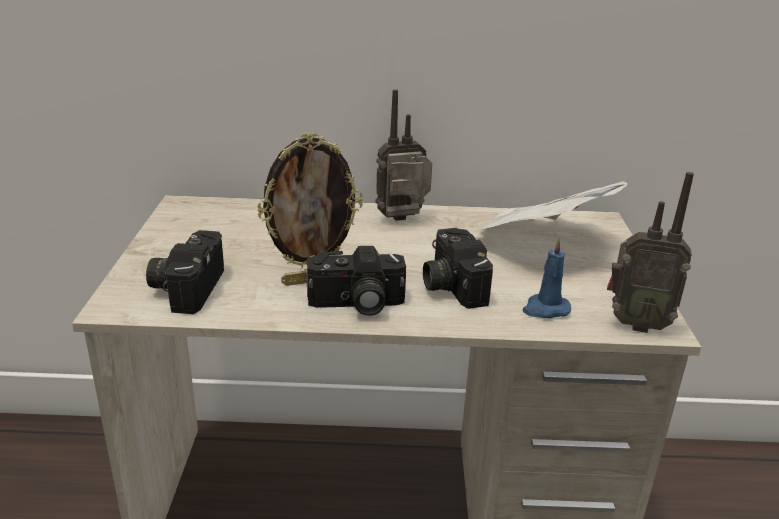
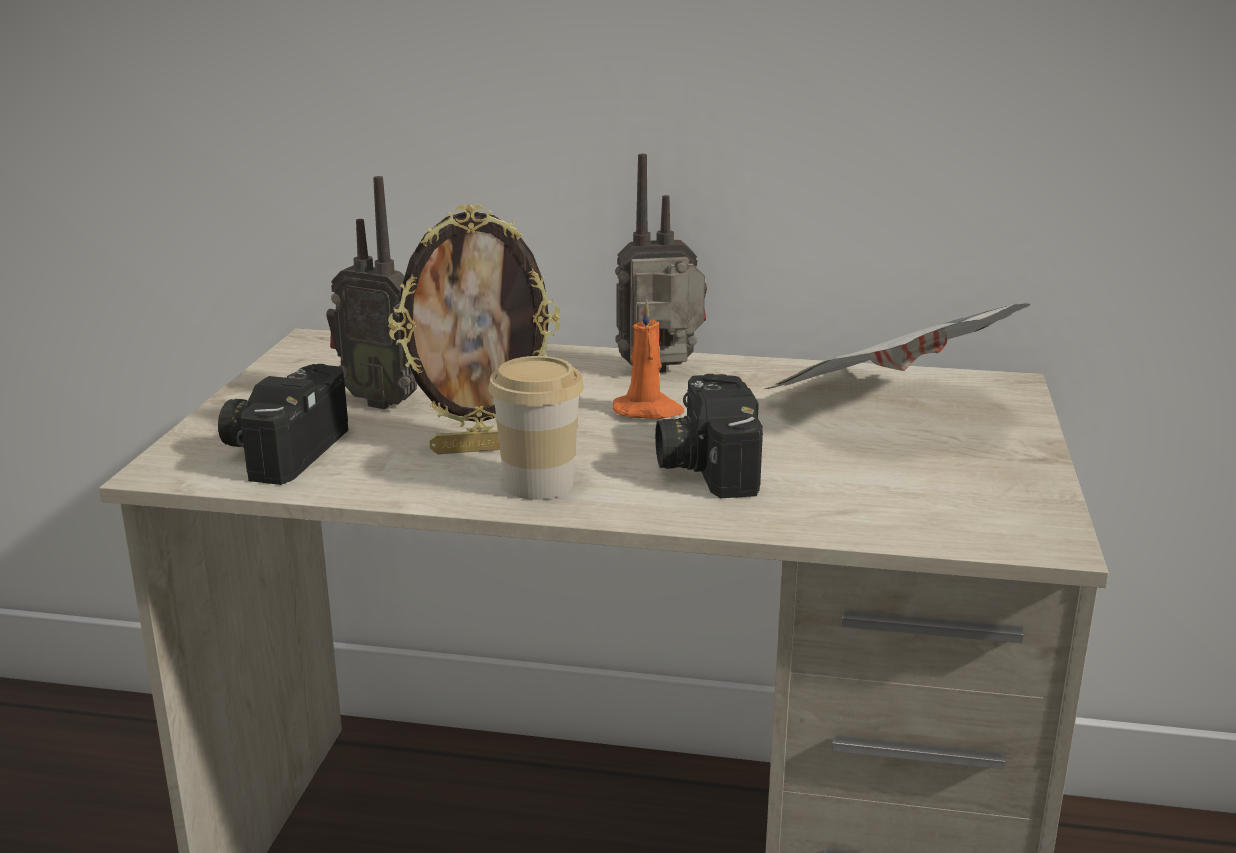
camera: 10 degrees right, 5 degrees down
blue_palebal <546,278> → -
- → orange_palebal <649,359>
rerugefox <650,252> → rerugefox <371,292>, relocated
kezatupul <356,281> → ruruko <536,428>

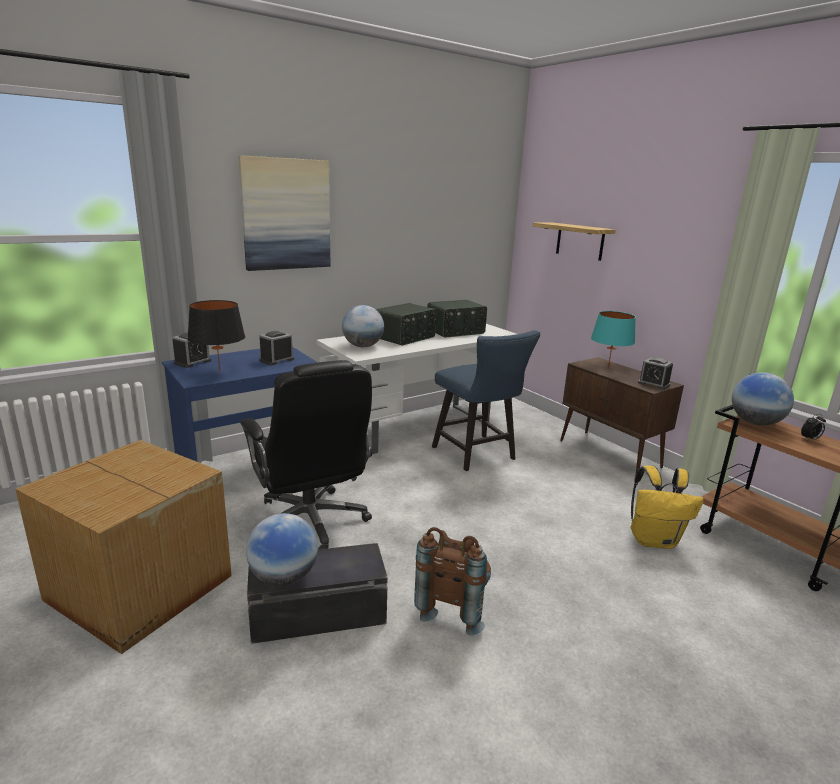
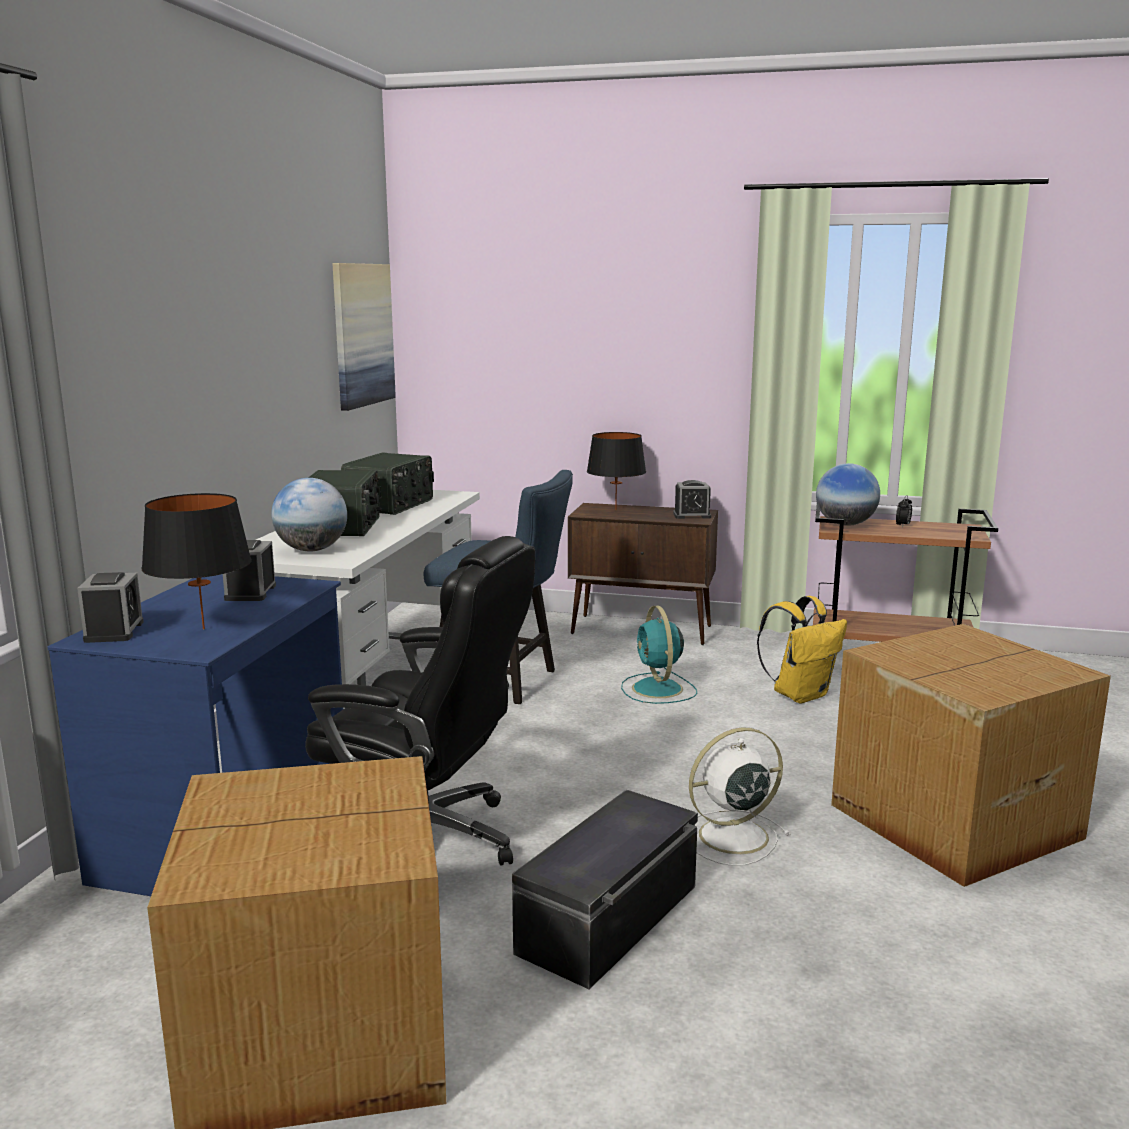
camera: 40 degrees left, 5 degrees down
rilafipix <282,549> → -
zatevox <574,241> → -
- → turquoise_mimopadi <659,655>
- → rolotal <971,755>
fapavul <284,213> → fapavul <364,337>, relocated
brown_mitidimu <452,581> → white_mimopadi <740,796>
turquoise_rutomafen <613,339> → black_rutomafen <616,471>

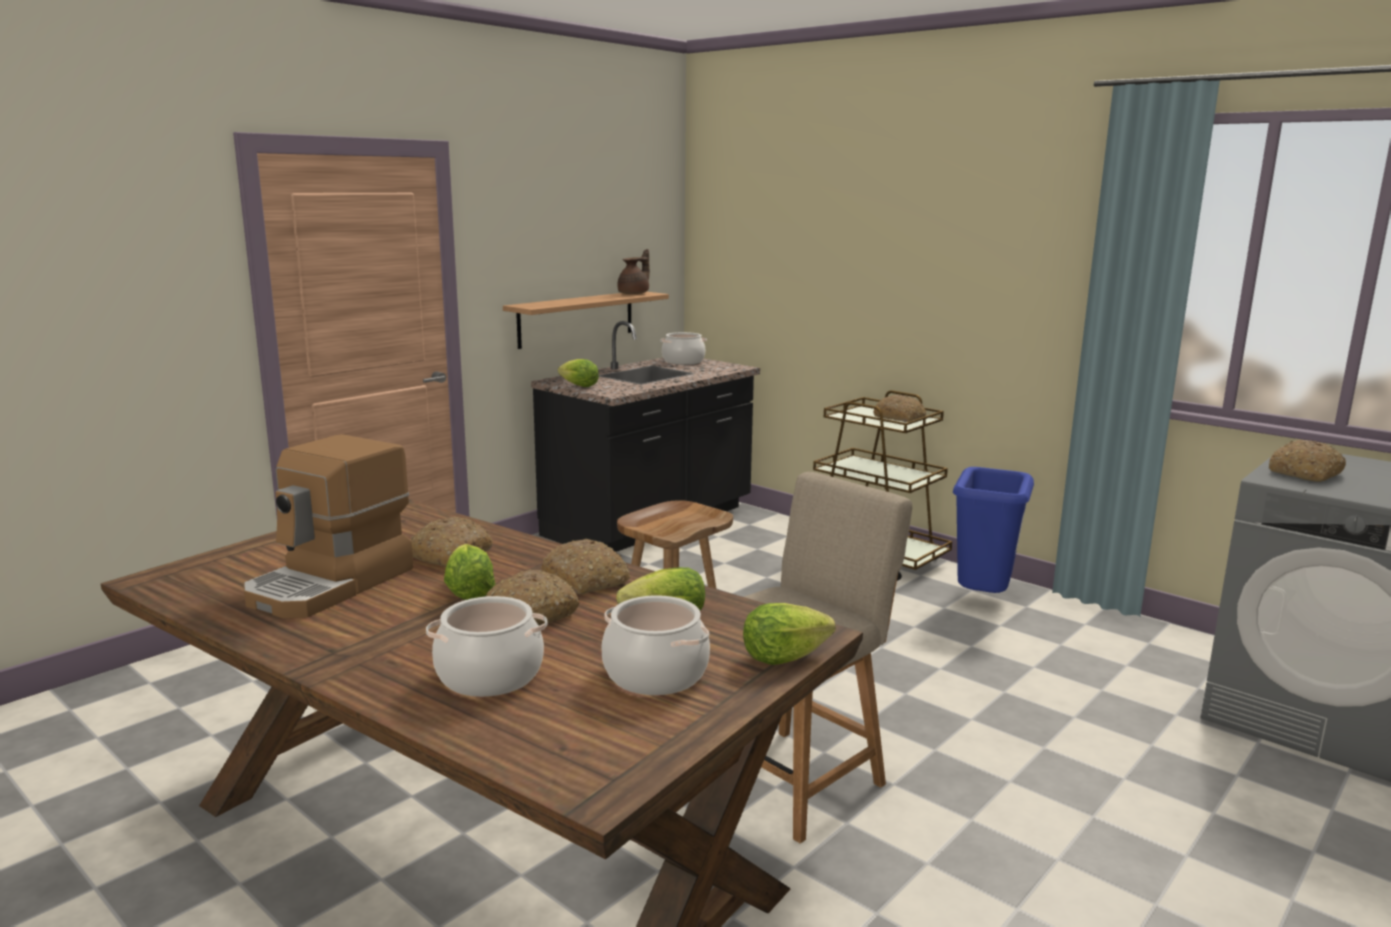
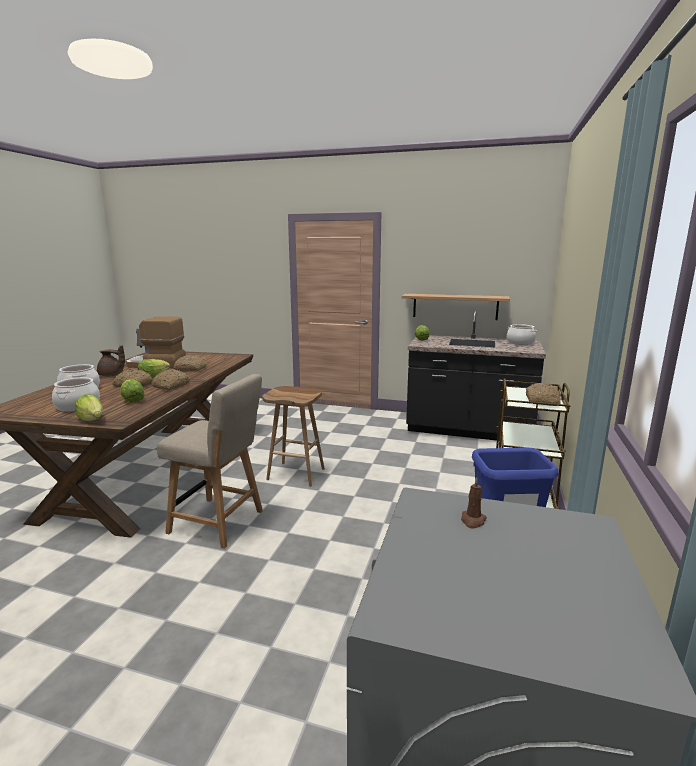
camera: 65 degrees right, 0 degrees up
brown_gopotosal <633,271> → brown_gopotosal <111,360>, relocated
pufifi <1307,461> → brown_palebal <474,503>

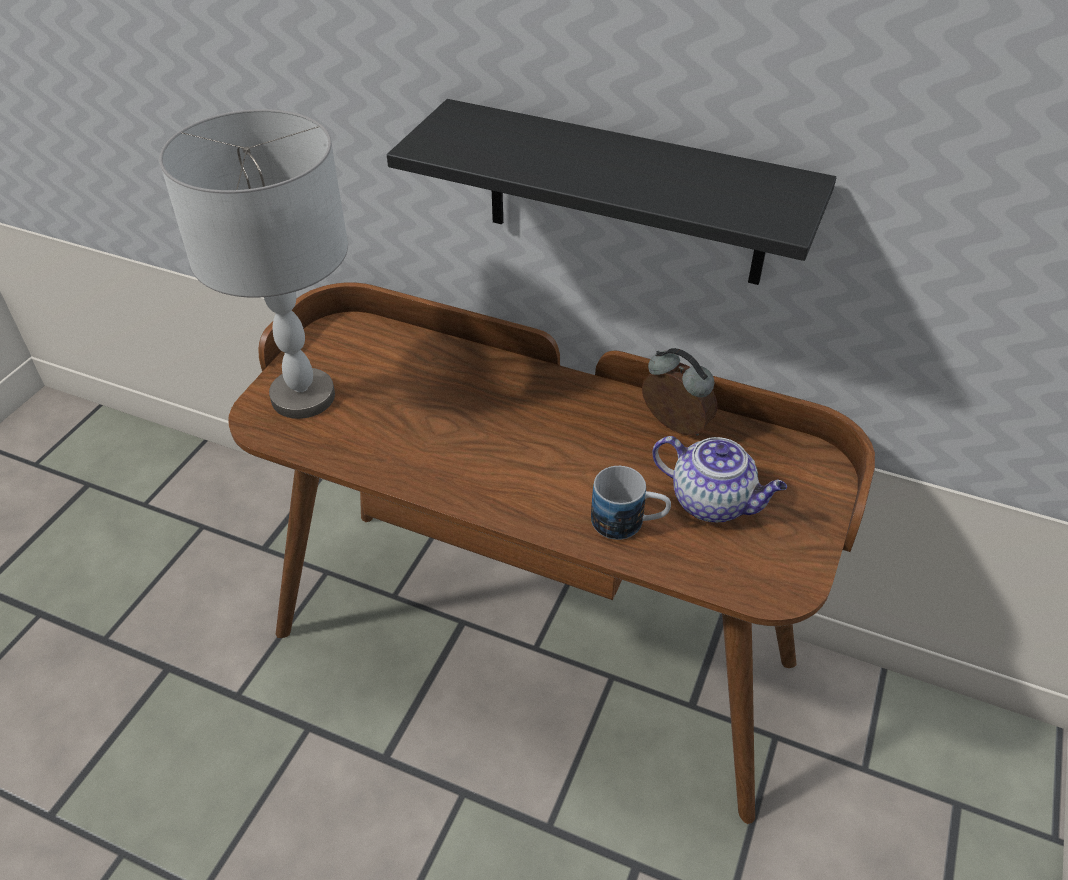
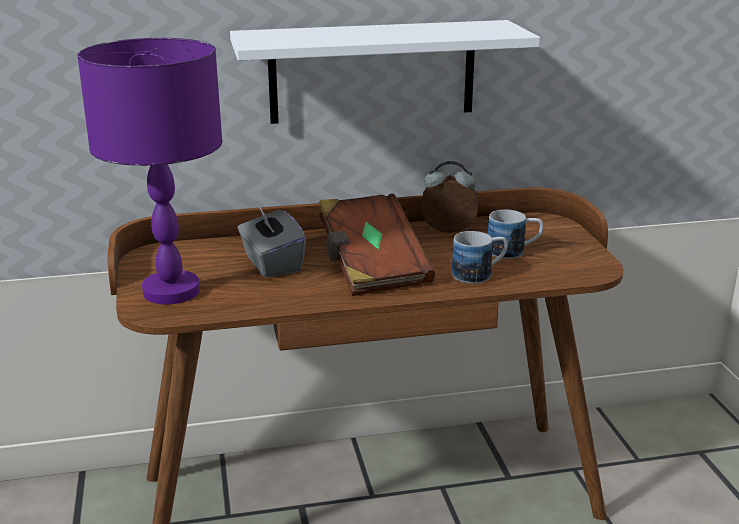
camera: 35 degrees left, 20 degrees down
- → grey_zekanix <272,241>
- → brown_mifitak <377,244>
gopotosal <719,479> → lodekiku <516,234>
grey_rutomafen <253,264> → purple_rutomafen <150,171>
black_zatevox <611,192> → white_zatevox <385,72>

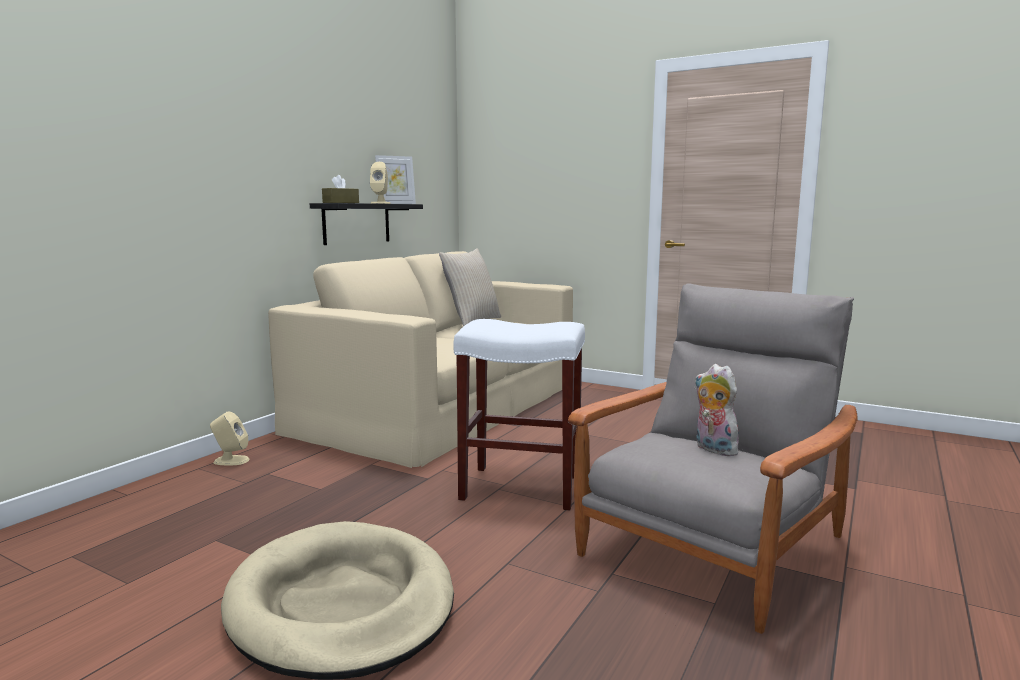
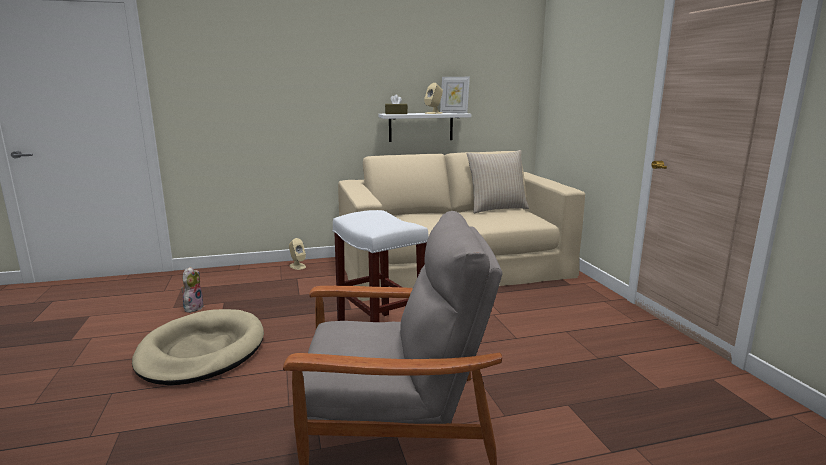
camera: 45 degrees right, 5 degrees up
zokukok <717,410> → zokukok <192,290>, relocated
black_zatevox <366,224> → white_zatevox <424,127>

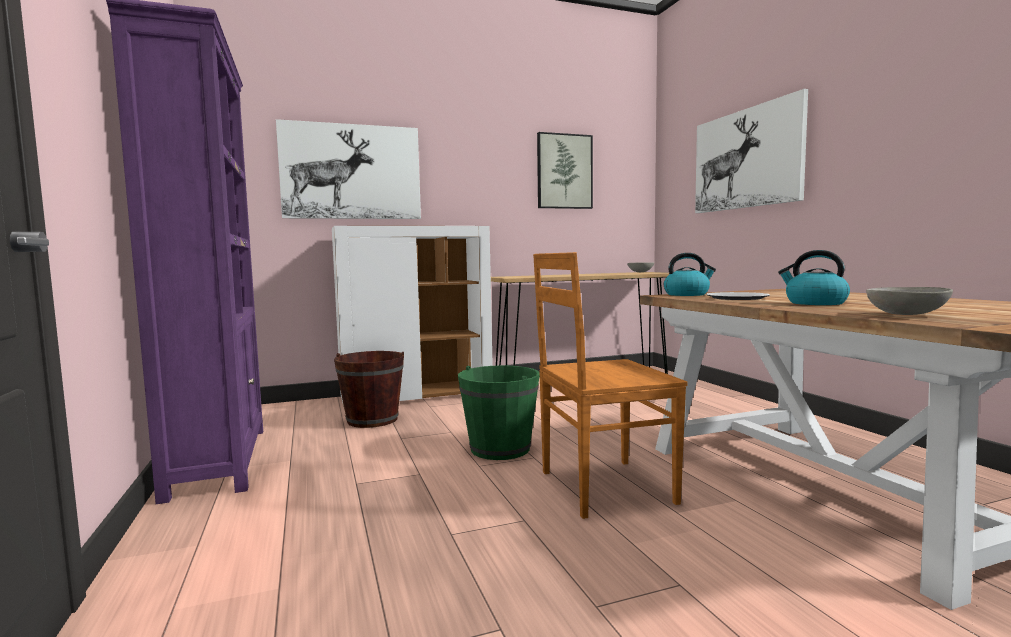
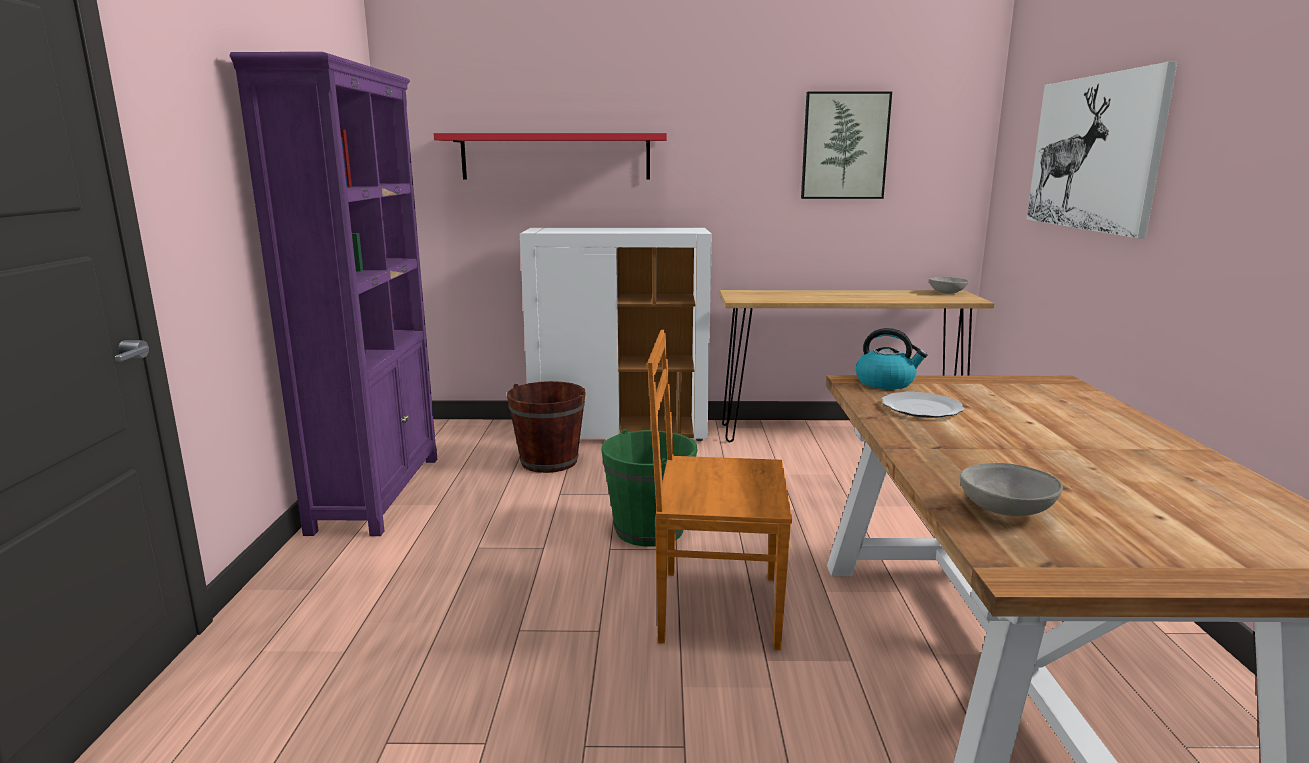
camera: 20 degrees right, 10 degrees up
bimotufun <814,277> → -
fapavul <348,169> → red_zatevox <550,156>

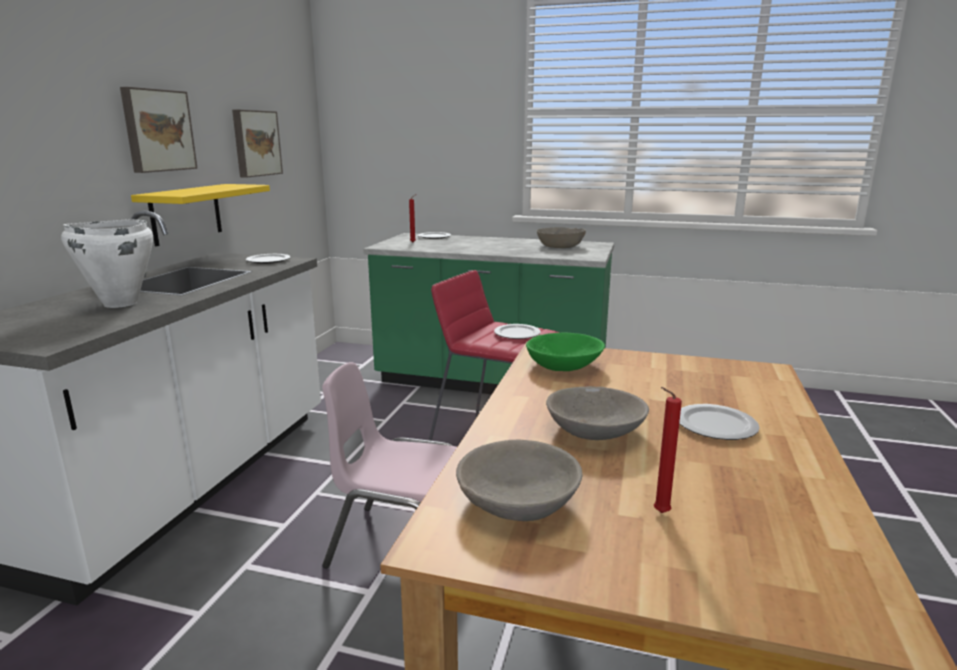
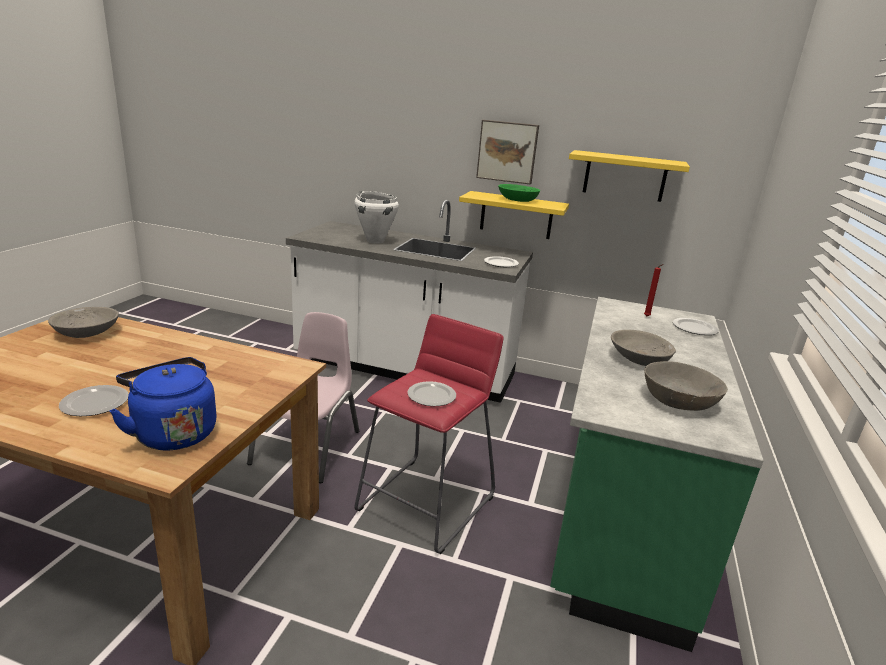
camera: 90 degrees right, 5 degrees up
red_palebal <668,450> → -
- → blue_bimotufun <163,404>
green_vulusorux <565,352> → green_vulusorux <519,193>, relocated
grey_vulusorux <597,413> → grey_vulusorux <643,348>, relocated
fapavul <257,144> → yellow_zatevox <629,176>

